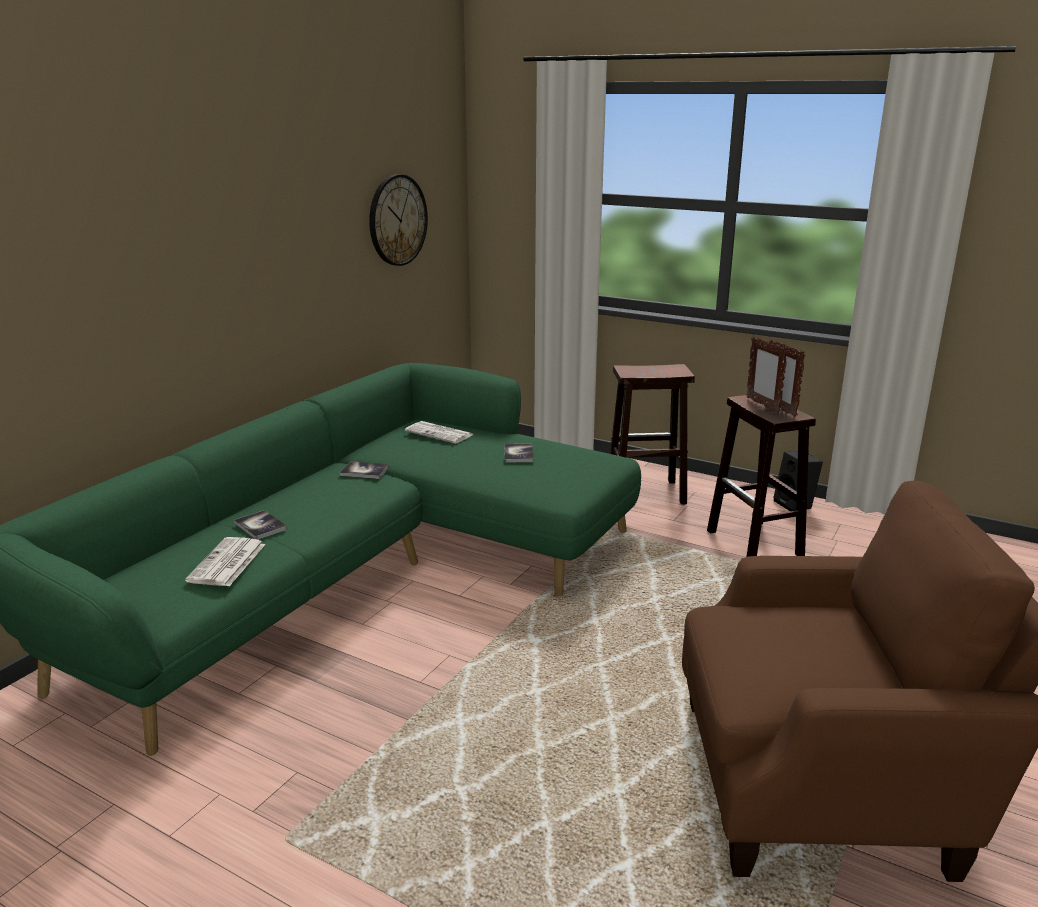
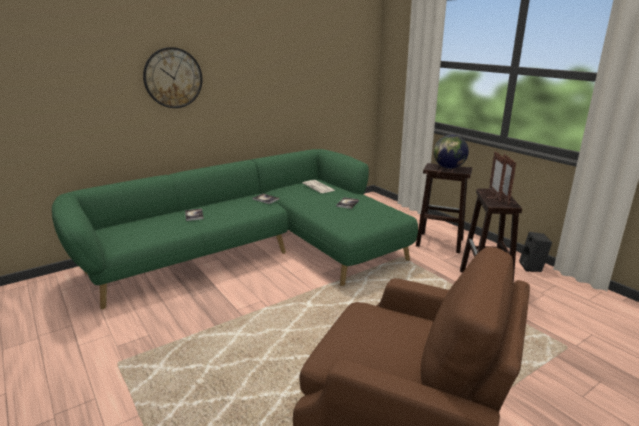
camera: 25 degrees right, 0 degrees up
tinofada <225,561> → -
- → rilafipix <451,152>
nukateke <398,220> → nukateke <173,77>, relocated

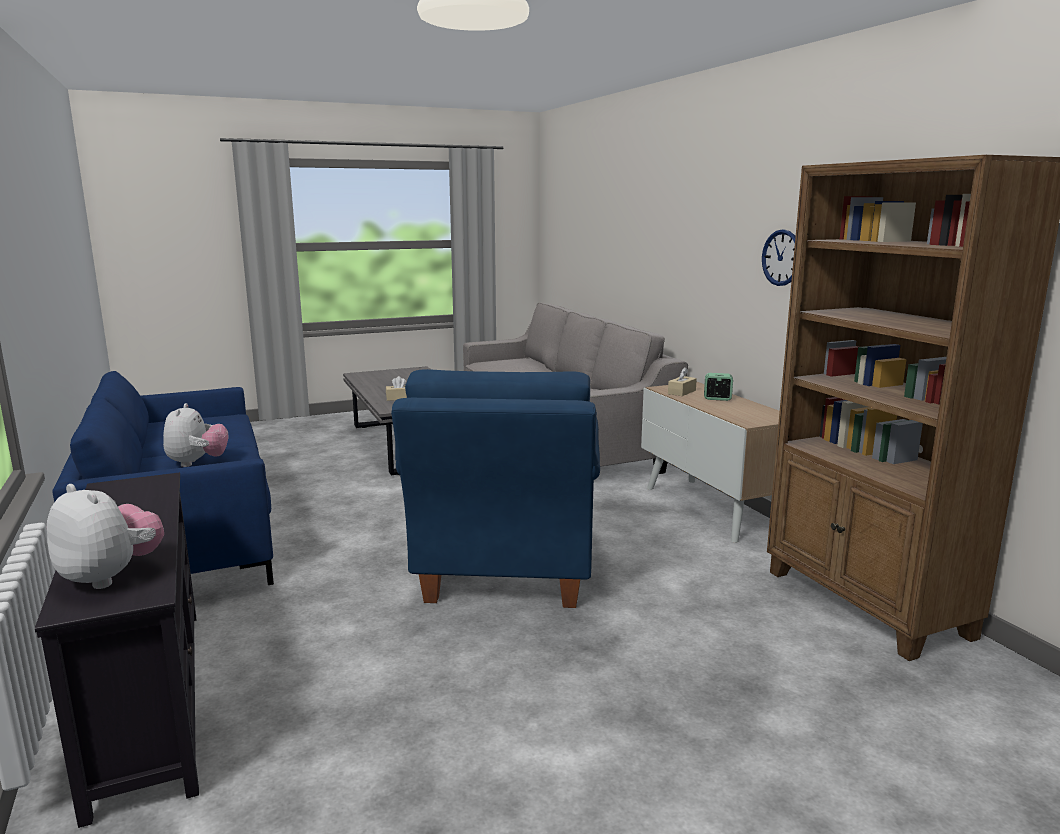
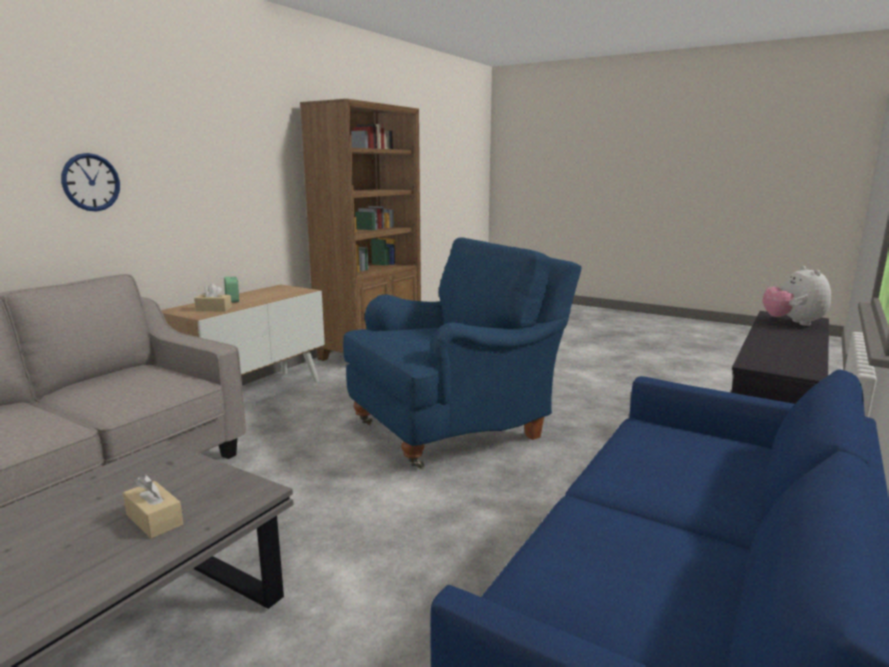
camera: 125 degrees left, 0 degrees up
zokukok <195,435> → -
nukateke <779,257> → nukateke <90,182>, relocated

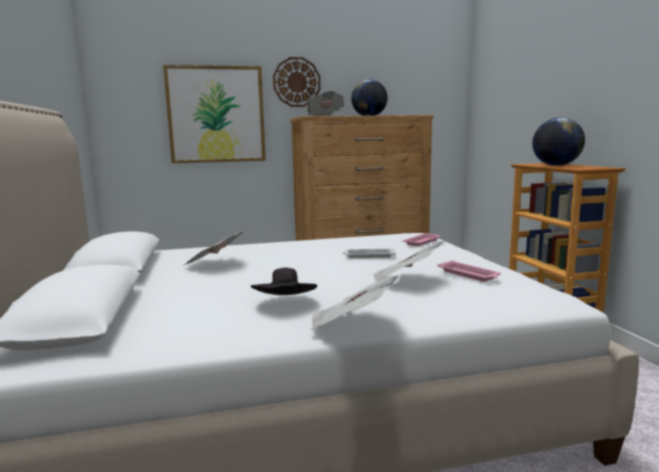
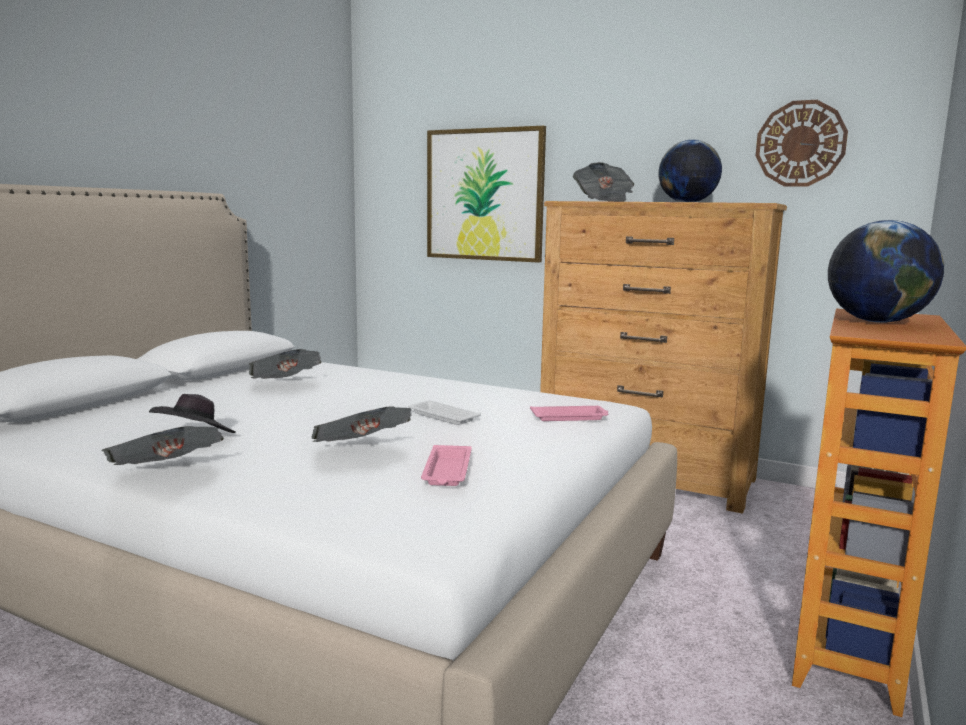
camera: 40 degrees right, 0 degrees up
nukateke <297,82> → nukateke <802,143>, relocated

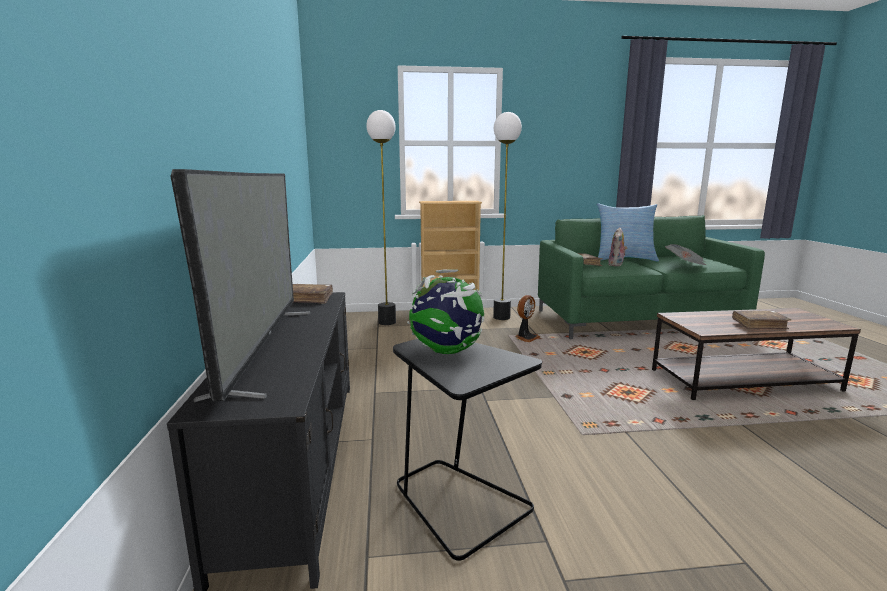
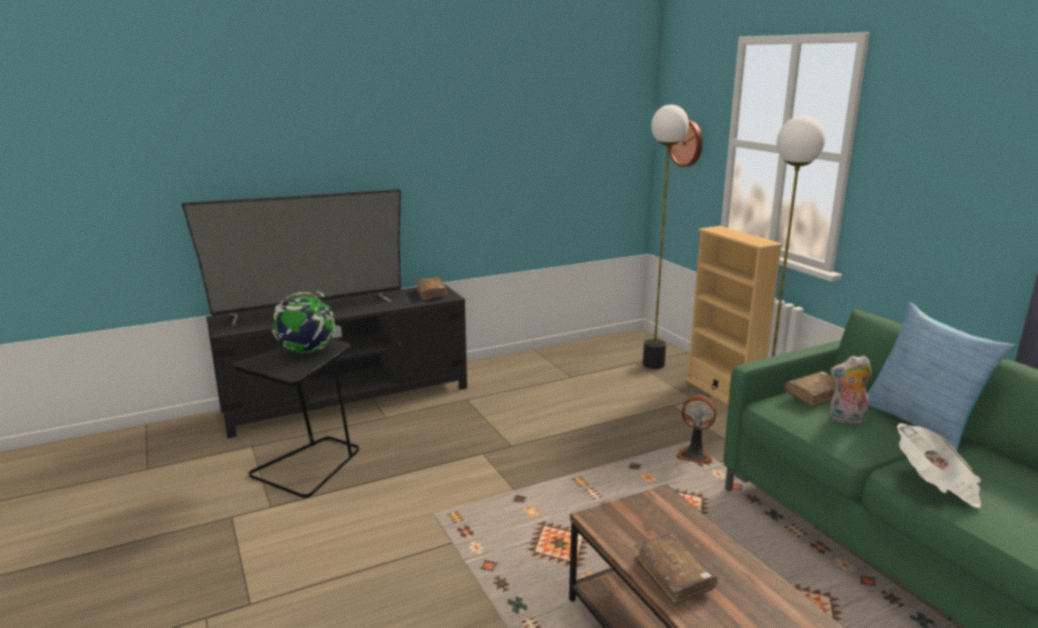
camera: 70 degrees right, 5 degrees up
- → nukateke <686,143>

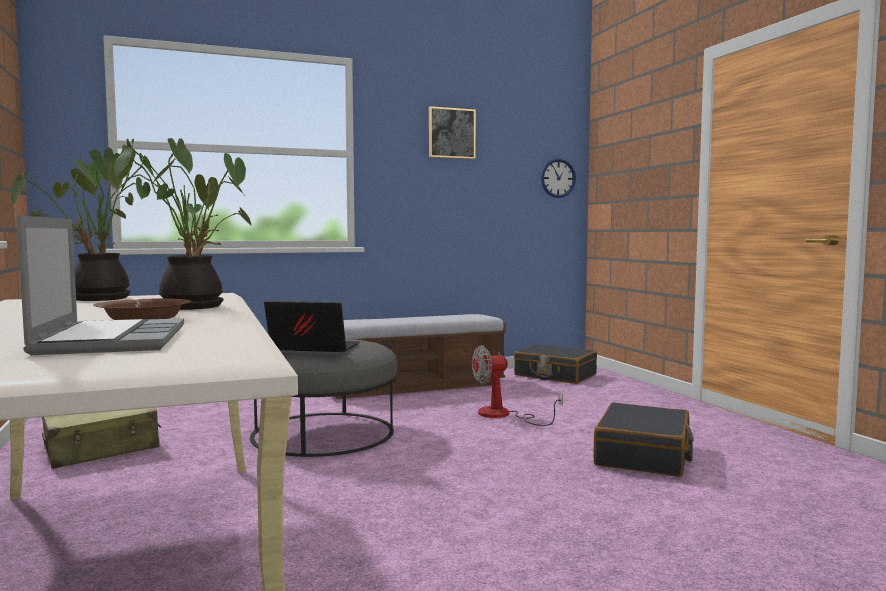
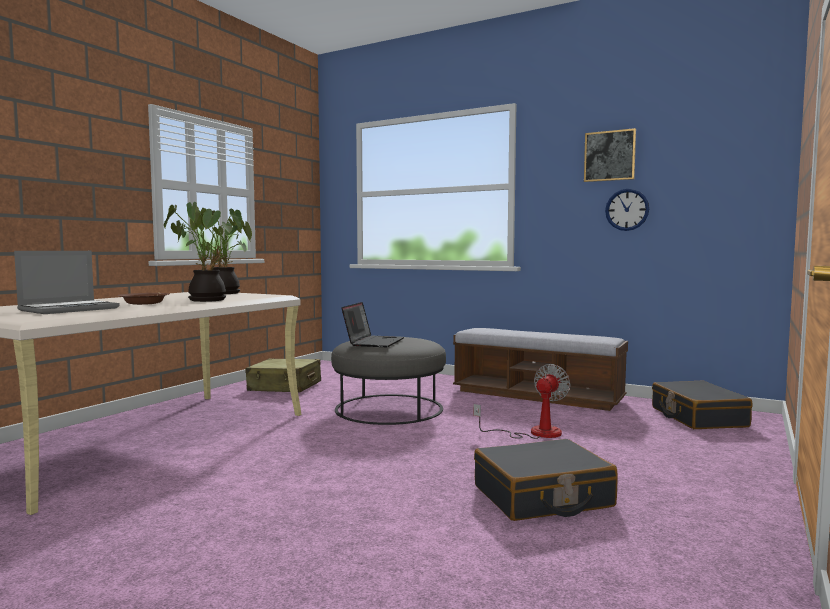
camera: 50 degrees right, 0 degrees up
nukateke <558,178> → nukateke <627,210>, relocated
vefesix <312,326> → vefesix <372,324>, 45 degrees clockwise
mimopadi <517,385> → mimopadi <521,401>, 90 degrees clockwise

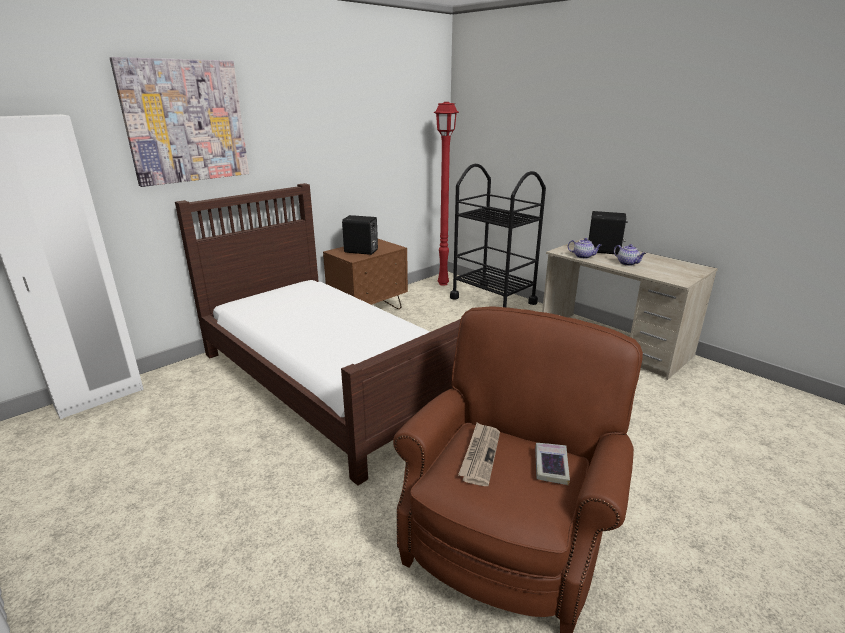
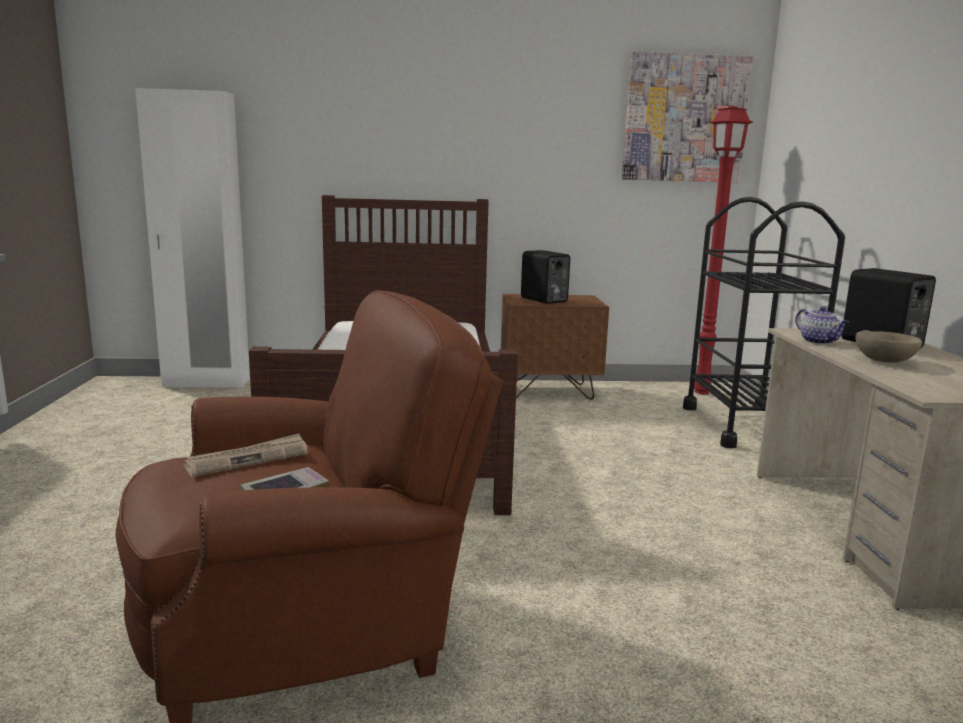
camera: 40 degrees right, 10 degrees down
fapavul <179,122> → fapavul <687,116>, relocated
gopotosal <630,255> → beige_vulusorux <888,346>

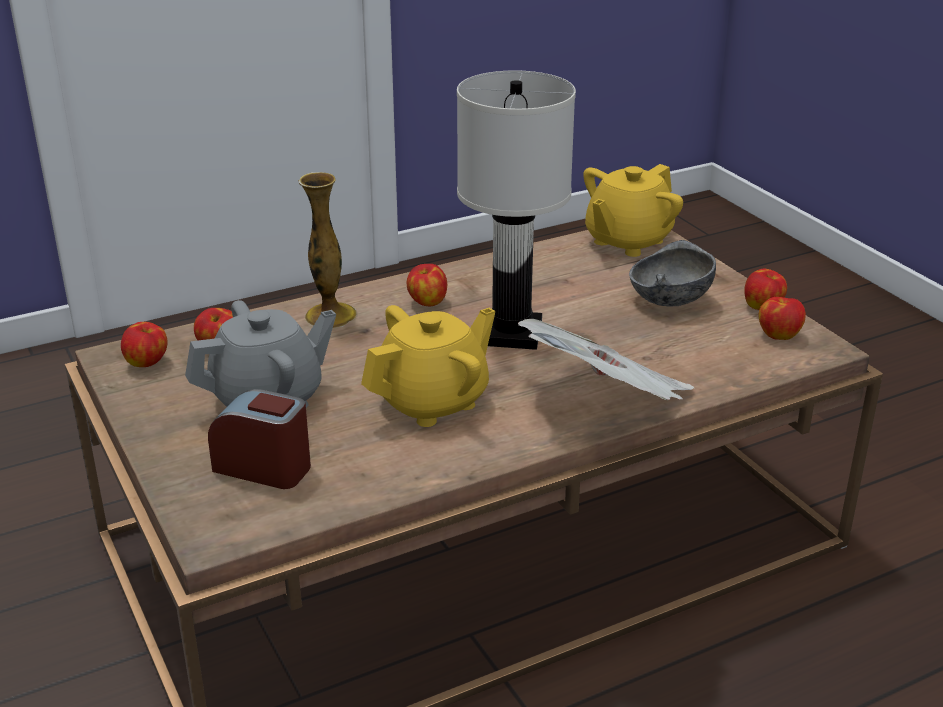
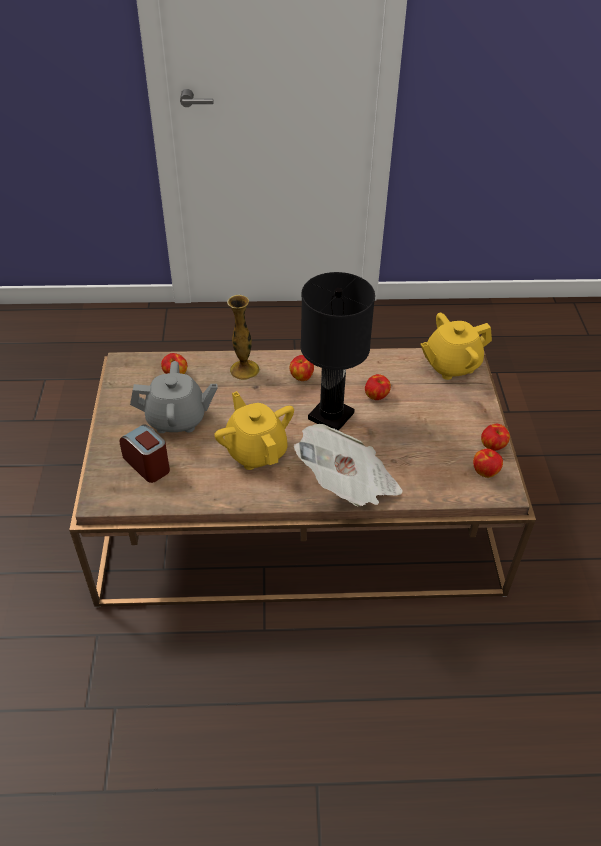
camera: 25 degrees right, 15 degrees up
grey_vulusorux <672,273> → -
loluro <144,344> → loluro <378,387>, relocated
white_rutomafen <516,210> → black_rutomafen <337,351>
yellow_gopotosal <428,366> → yellow_gopotosal <254,430>, 105 degrees counterclockwise

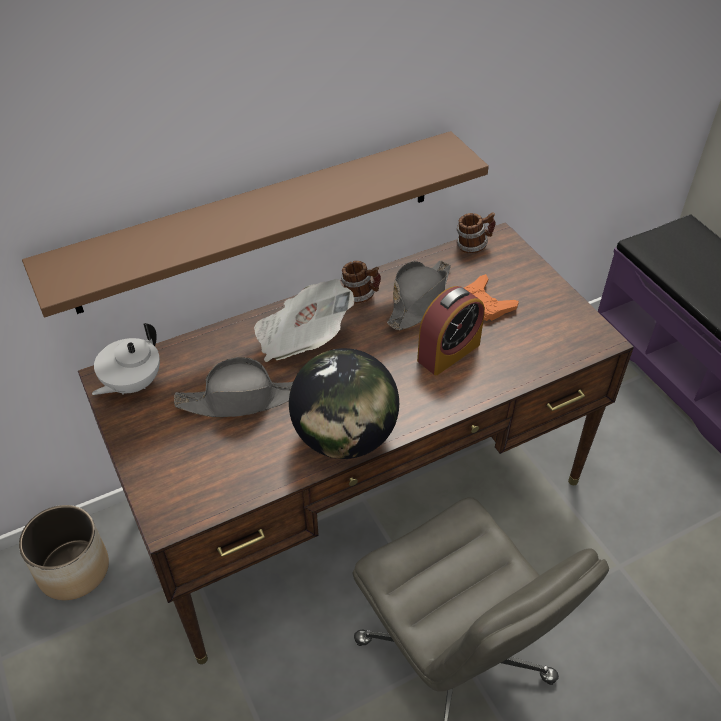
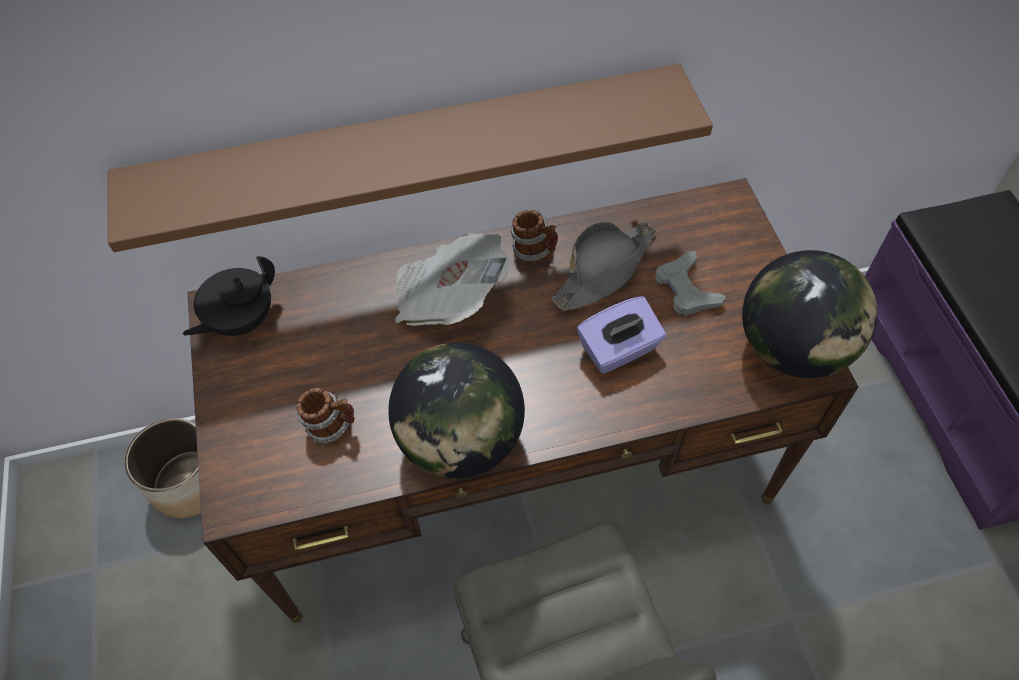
camera: 15 degrees right, 10 degrees up
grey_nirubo <233,387> → -
- → rilafipix <809,314>
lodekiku <476,233> → lodekiku <325,416>, relocated
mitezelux <451,330> → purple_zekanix <621,335>
white_gopotosal <126,359> → black_gopotosal <228,296>
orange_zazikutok <491,297> → grey_zazikutok <691,283>

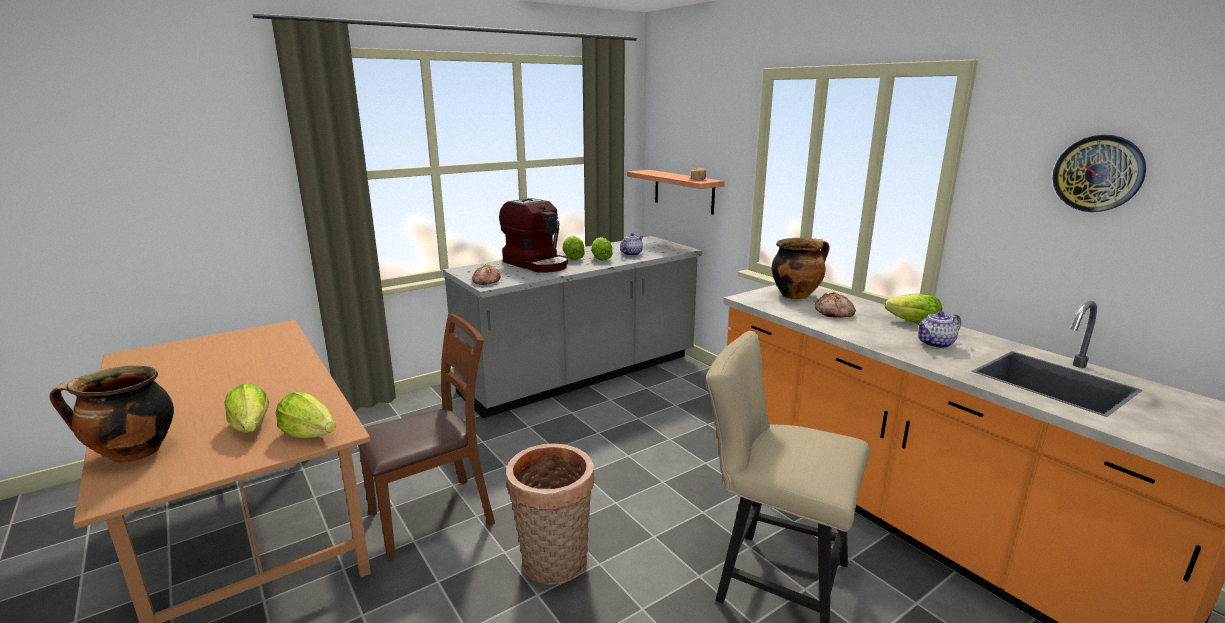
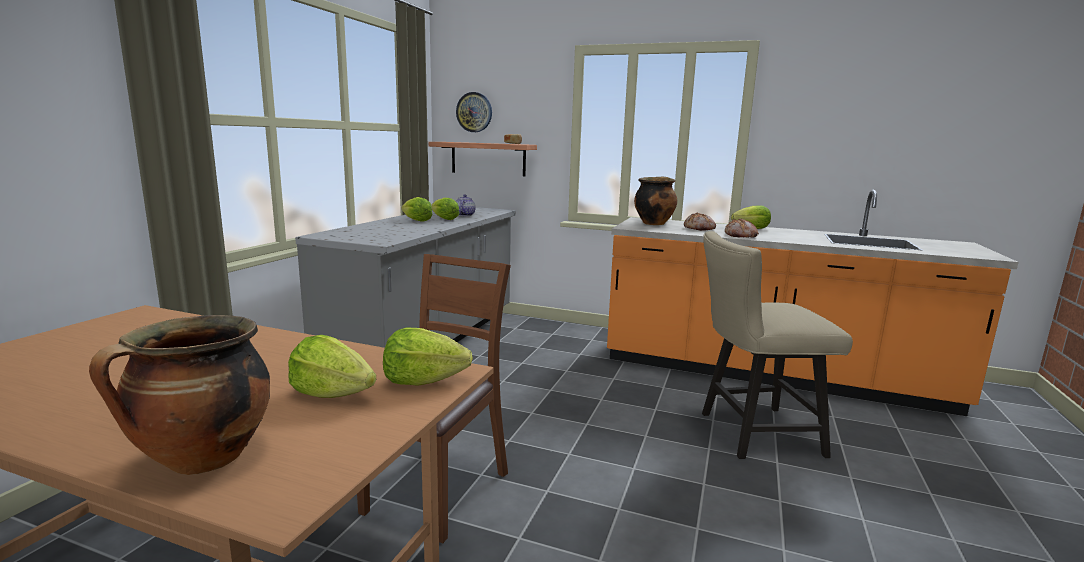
camera: 35 degrees left, 5 degrees down
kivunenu <533,235> → -
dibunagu <550,513> → -
gopotosal <939,329> → -
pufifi <486,274> → pufifi <742,228>, relocated
nukateke <1099,173> → nukateke <474,112>, relocated

